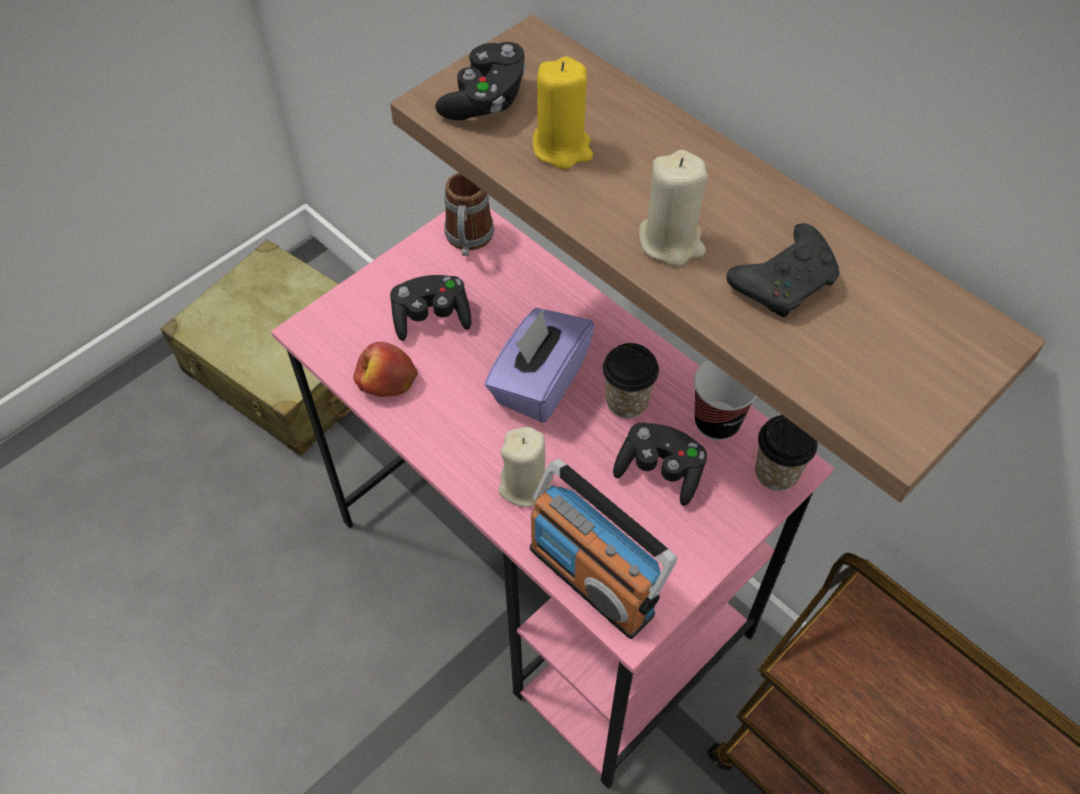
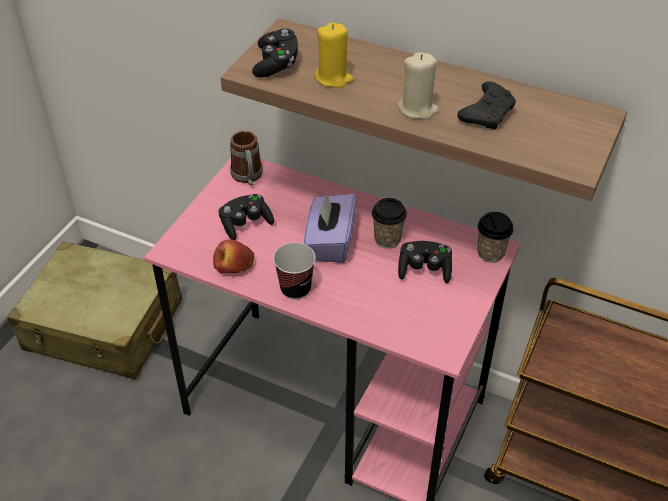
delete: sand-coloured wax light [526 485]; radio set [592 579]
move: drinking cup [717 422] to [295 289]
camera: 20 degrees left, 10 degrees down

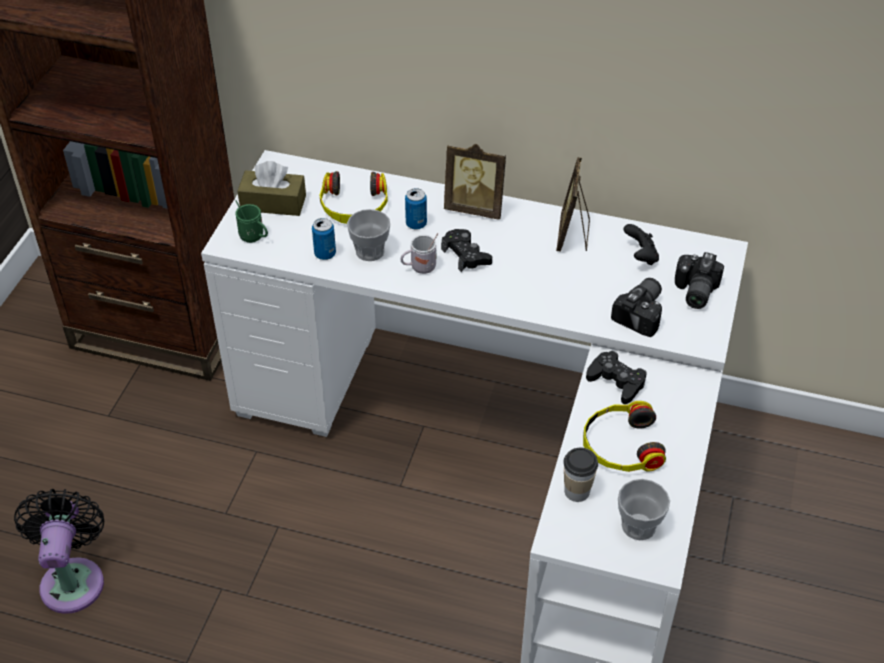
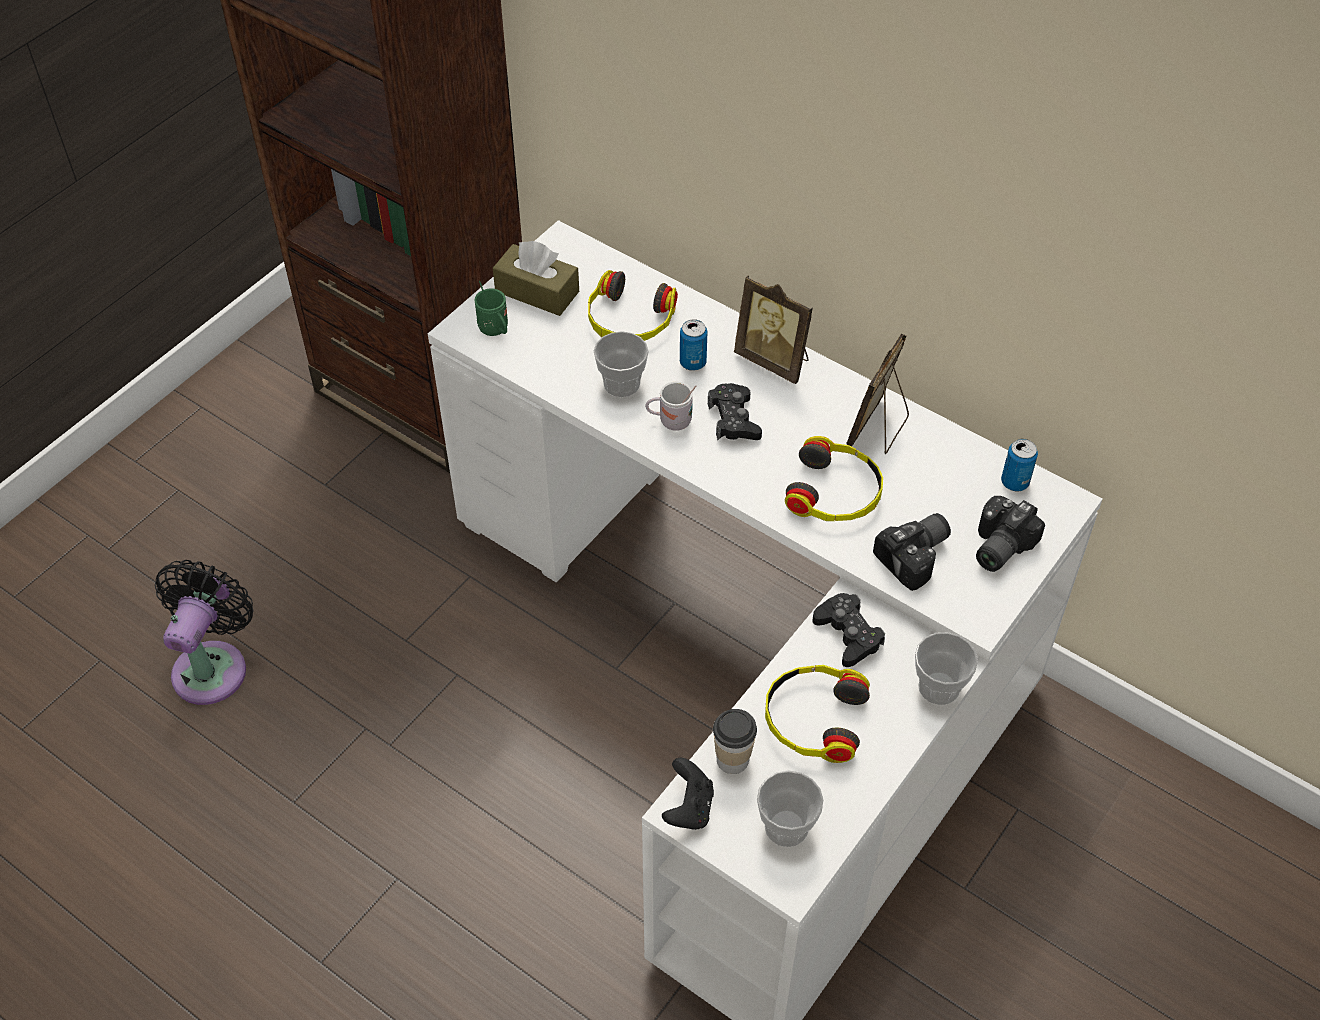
insert: headset [835 492]; drinking cup [939 687]
move: sealed can [325 254] to [1014 482]; black-coloured joypad [640 256] to [689 808]
camera: 20 degrees right, 5 degrees up

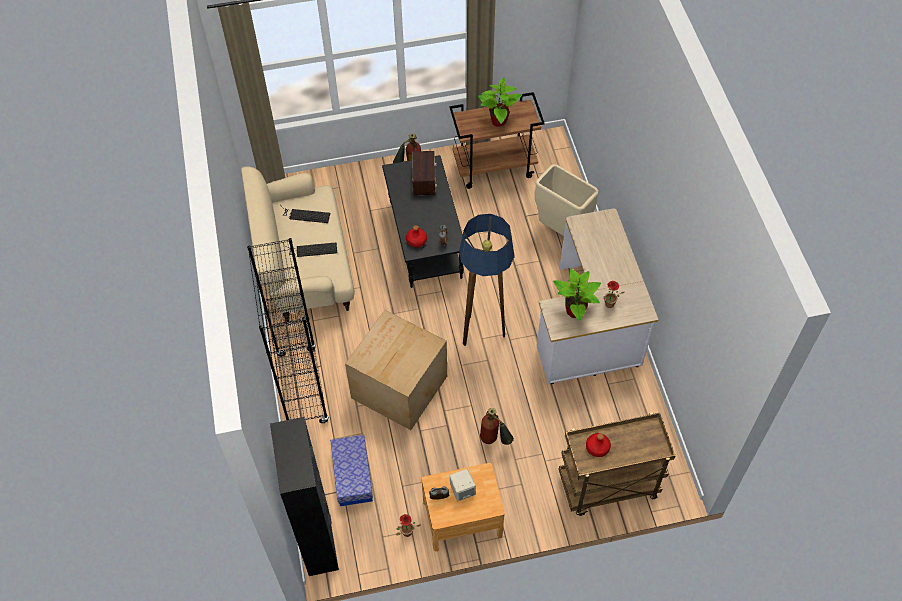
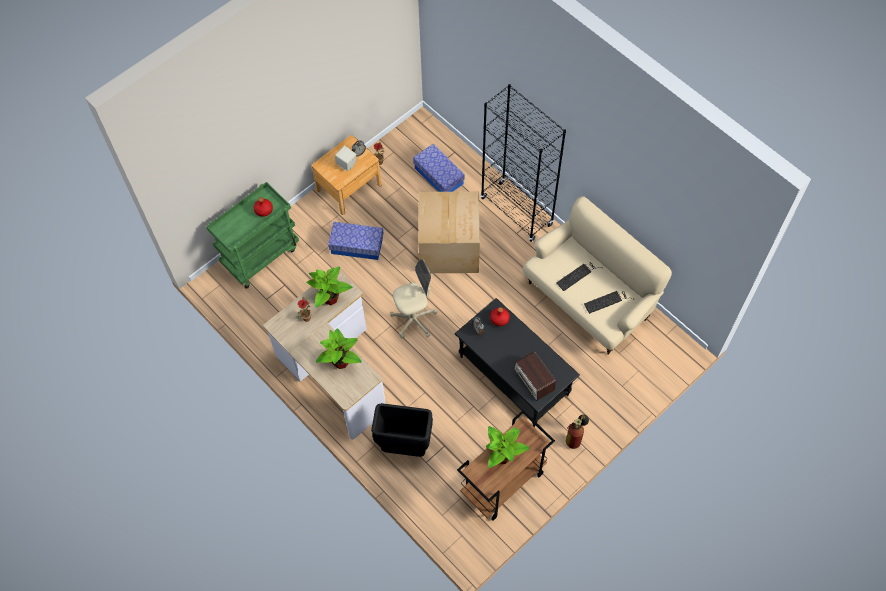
delete: black-coloured cabinet [318 541]
insert: potted plant [341 361]
replace: floor lamp [483 333] to sand-coloured office chair [414 320]; fire extinguisher [494 441] to storage container [357 245]
recolor: sand-coloured trash can [561 230] to black-coloured trash can [404 448]; brown-coloured wheeled cart [607 487] to green wheeled cart [260 255]
camera: 150 degrees right, 5 degrees up

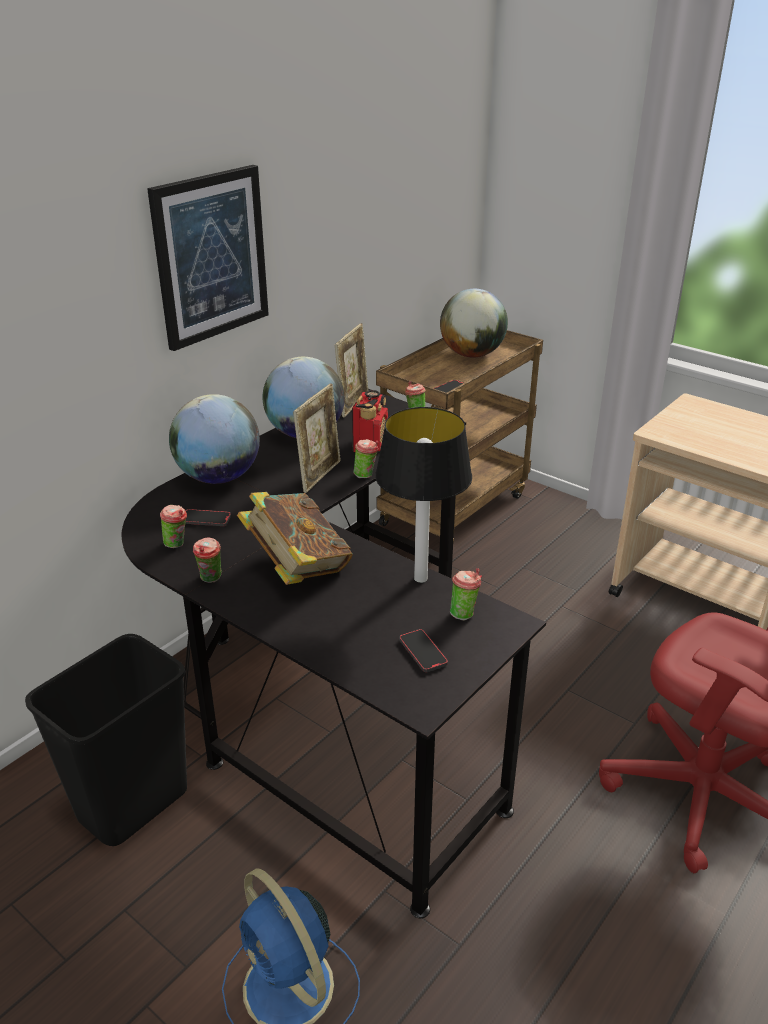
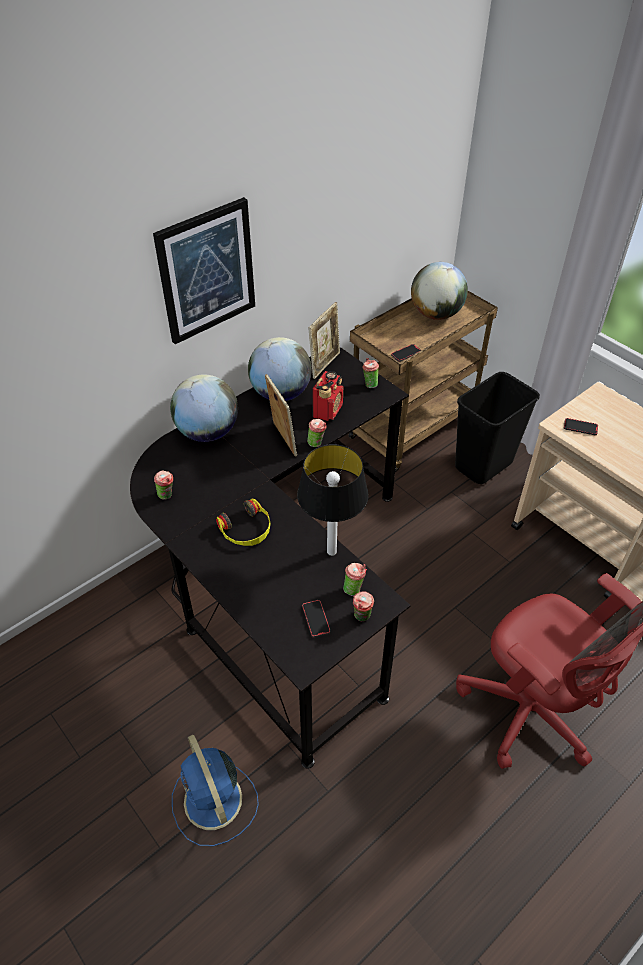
move: black-coloured trash can [133 803] to [483 464]; telephone [206 520] to [580 428]; drinking cup [211 579] to [362 617]
replace: bound book [297 568] to headset [246 530]
rotate: photo frame [320 475] = [282 439] 60 degrees counterclockwise
camera: 10 degrees right, 15 degrees up

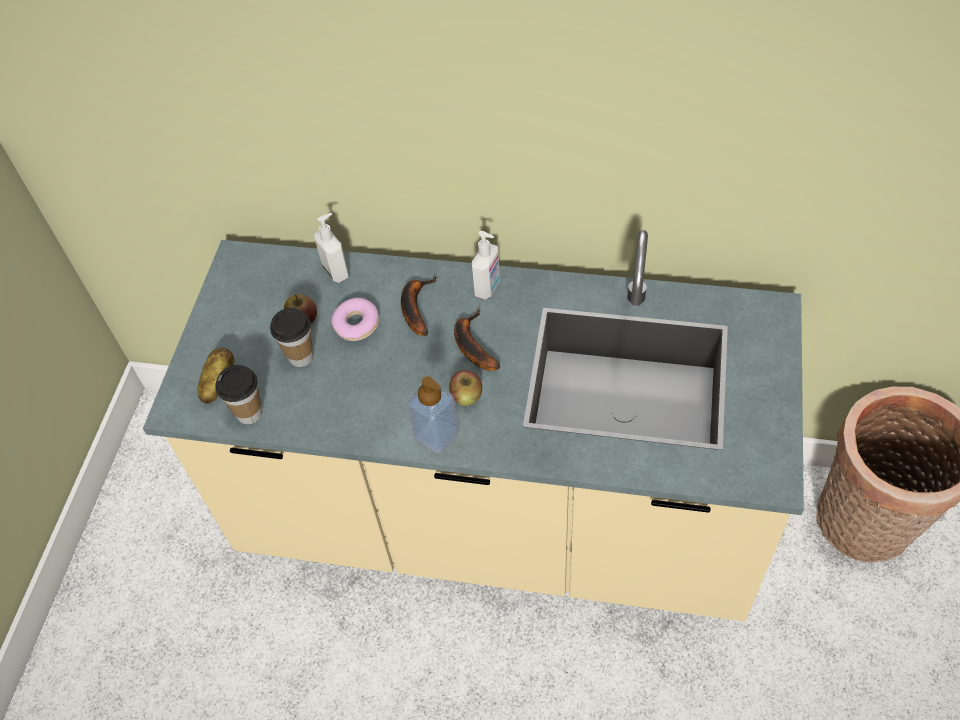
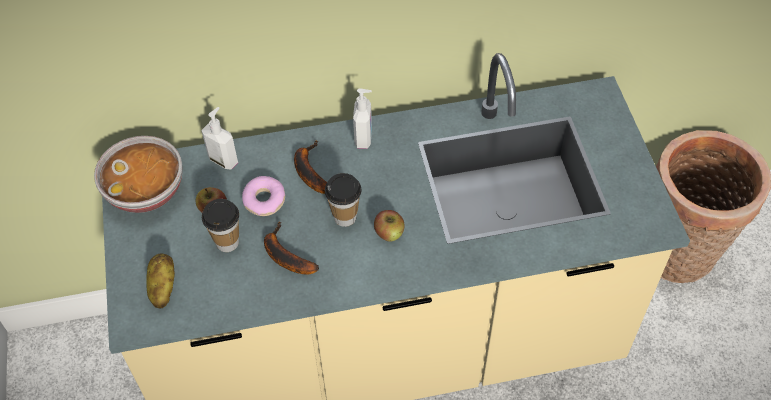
delete: liquid soap bottle [436 435]
insert: bowl [147 191]
move: drinking cup [249 413] to [345 217]; whole banana [472 345] to [284 255]
camera: 25 degrees left, 0 degrees up

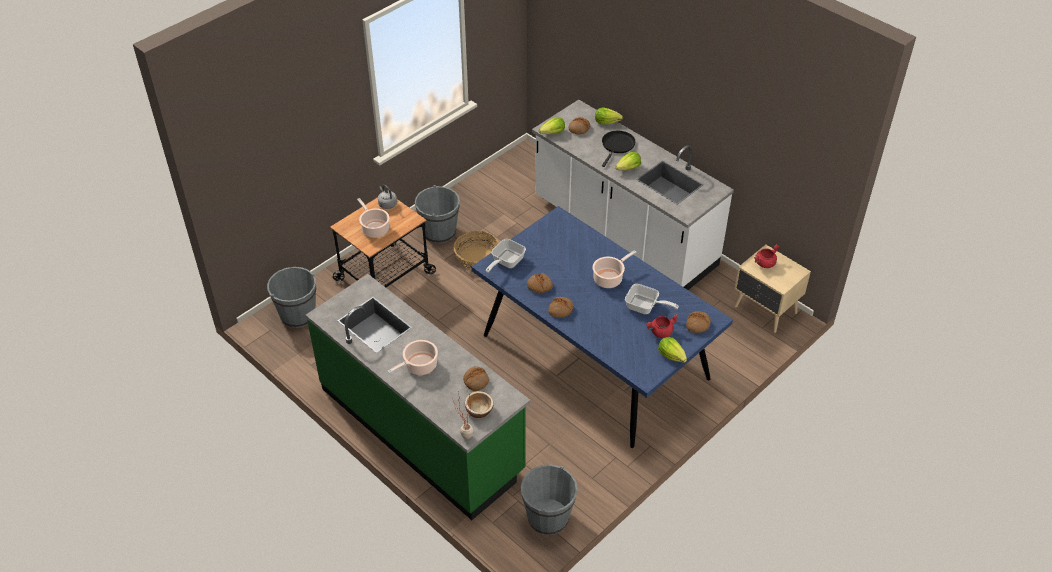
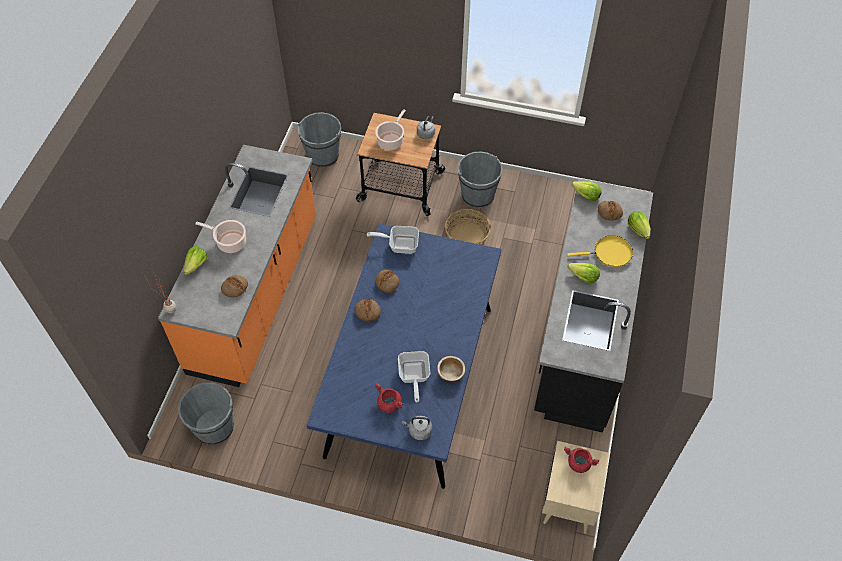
delete: saucepot [609 278]
move: bowl [479 410] to [450 374]; lettuce head [672 355] to [196 265]
replace: baked bread [697 325] to greyish water kettle [419 431]
recolor: green kitchen counter [422 429] to orangey kitchen counter [256 295]; white-coloured kitchen counter [623 233] to black-coloured kitchen counter [582 331]; black-coloured pan [617 146] to yellowish pan [609 253]
camera: 60 degrees right, 10 degrees up

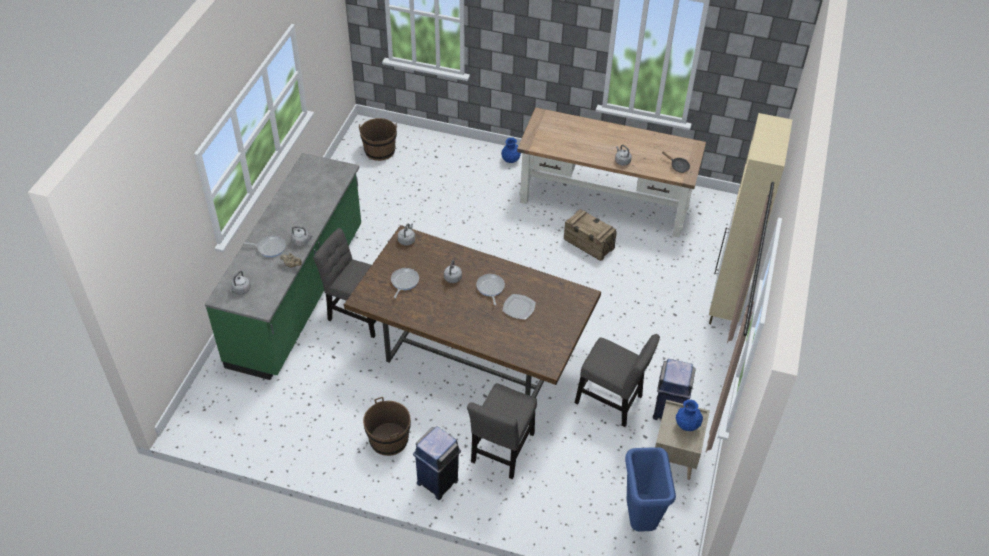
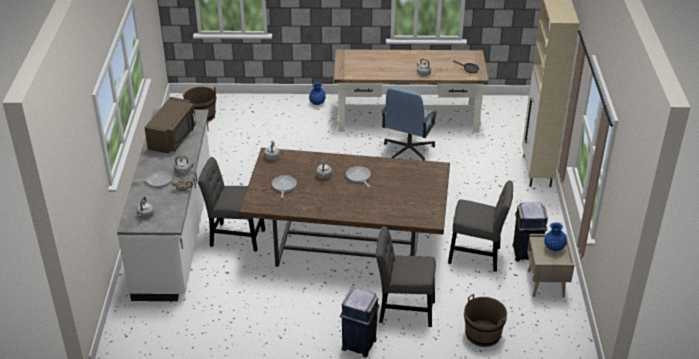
delete: flat dish [519 307]; bluish trash can [639 518]
insert: brown-coloured microwave [173 137]
move: brown-coloured water bucket [388 440] to [483 334]
replace: crate [588 244] to bluish office chair [408 150]
recolor: green kitchen counter [298 295] to white-coloured kitchen counter [175 233]
rotate: greyish upright chair [502 451] = [403 310] 90 degrees clockwise
camera: 15 degrees left, 10 degrees down

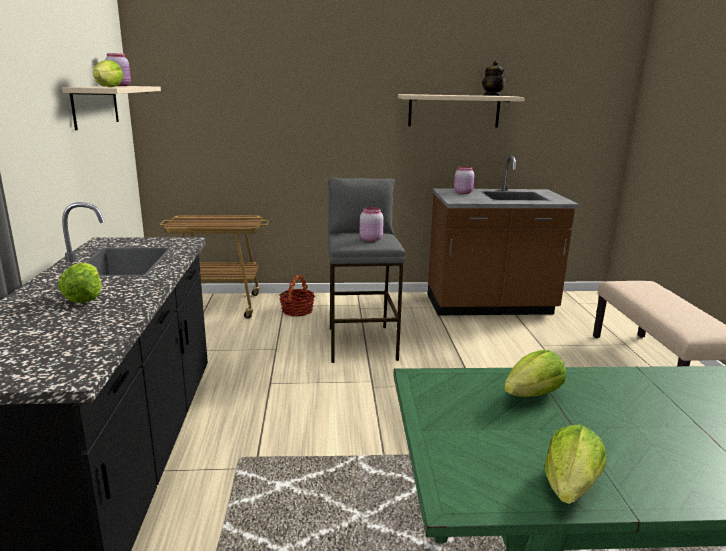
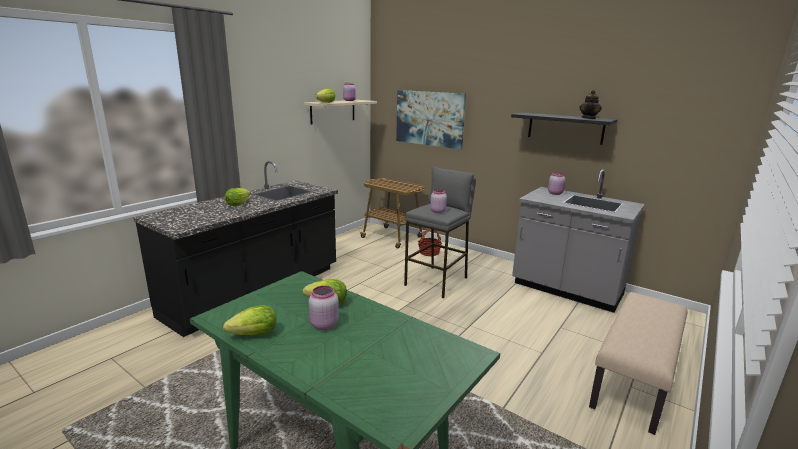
insert: pinkish jar [323 325]; wall art [429 118]
recolor: sand-coloured wall shelf [454 111] to black-coloured wall shelf [565 128]; brown-coloured kitchen counter [490 306] to greyish kitchen counter [566 290]
camera: 40 degrees right, 0 degrees up

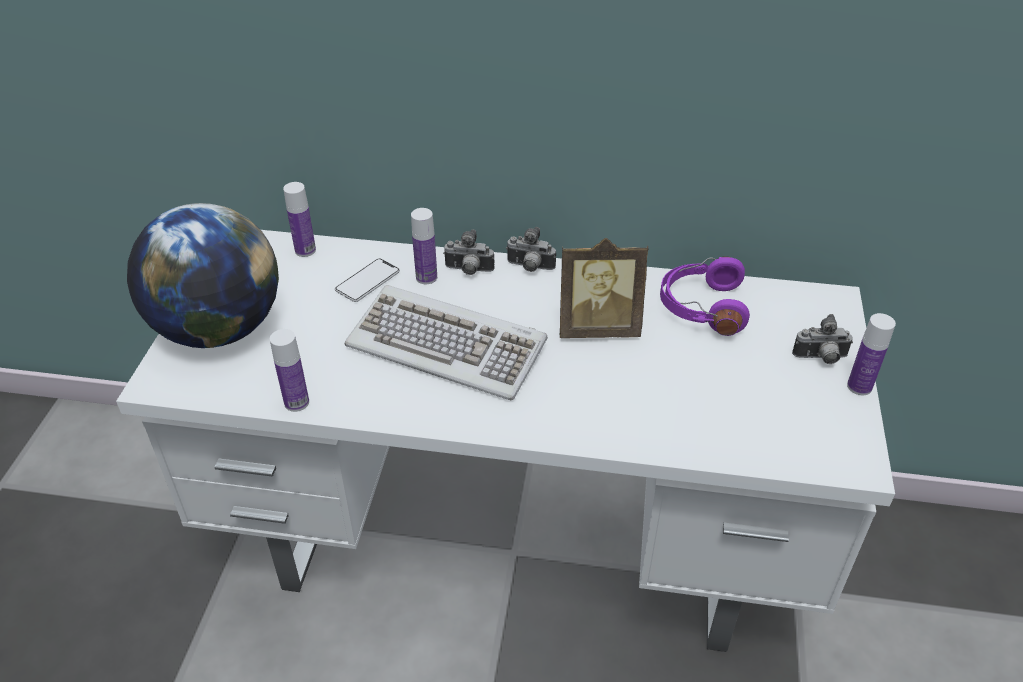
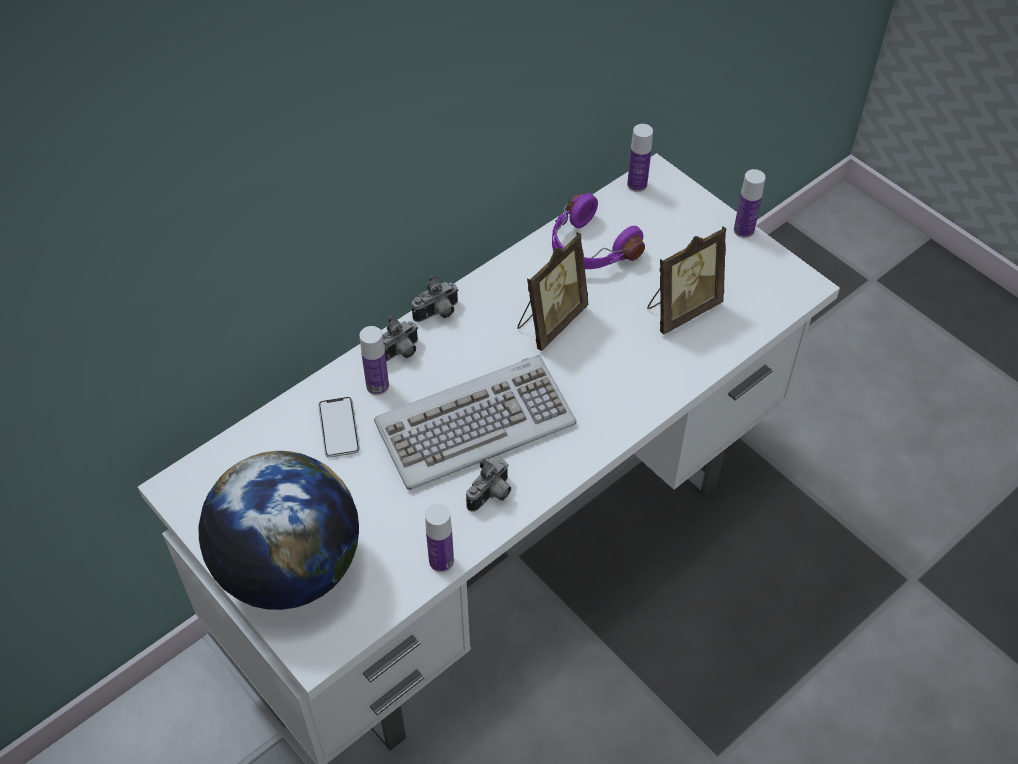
insert: photo frame [681 309]
move: drink bottle [305 250] to [637 185]; photo camera [820 358] to [491 496]
camera: 50 degrees left, 10 degrees up

